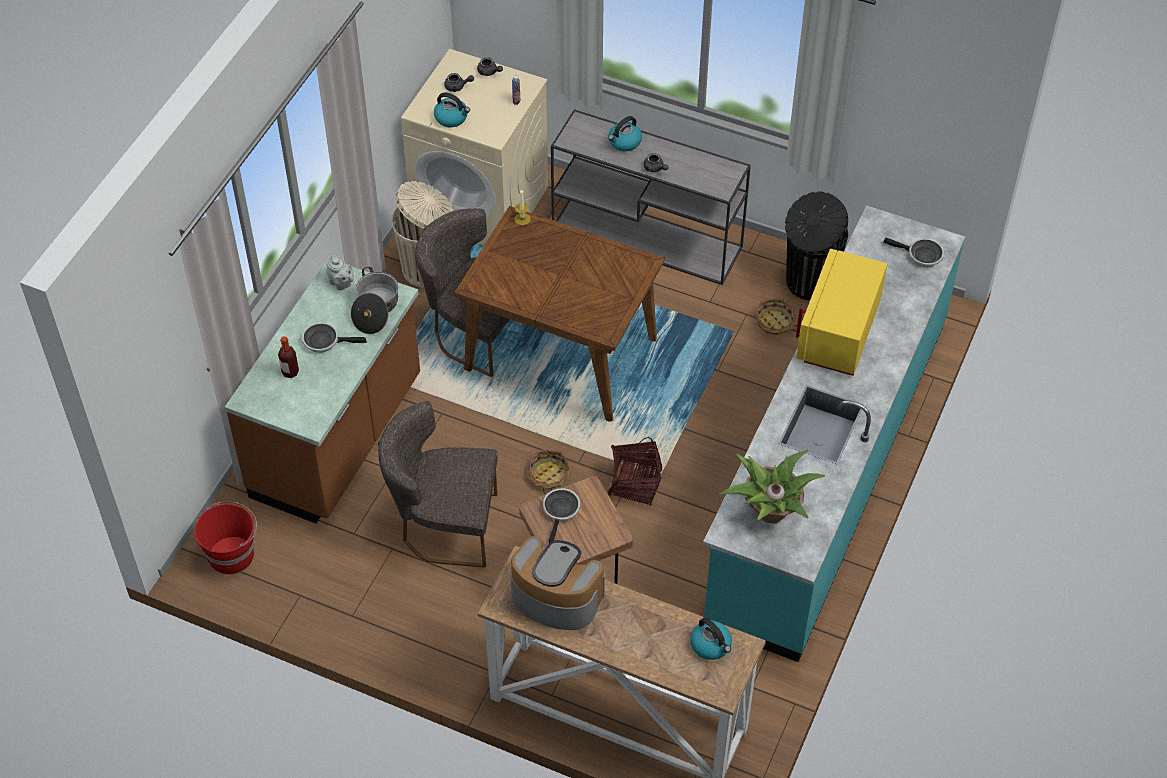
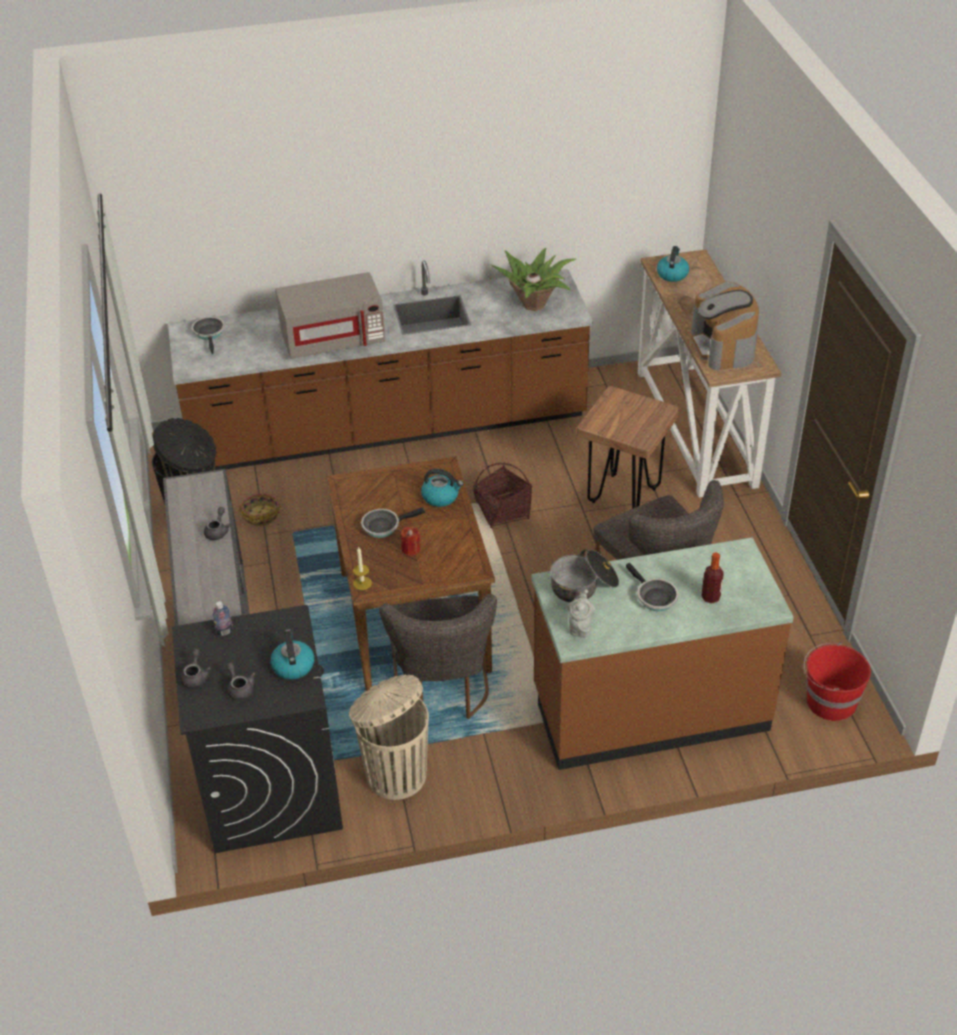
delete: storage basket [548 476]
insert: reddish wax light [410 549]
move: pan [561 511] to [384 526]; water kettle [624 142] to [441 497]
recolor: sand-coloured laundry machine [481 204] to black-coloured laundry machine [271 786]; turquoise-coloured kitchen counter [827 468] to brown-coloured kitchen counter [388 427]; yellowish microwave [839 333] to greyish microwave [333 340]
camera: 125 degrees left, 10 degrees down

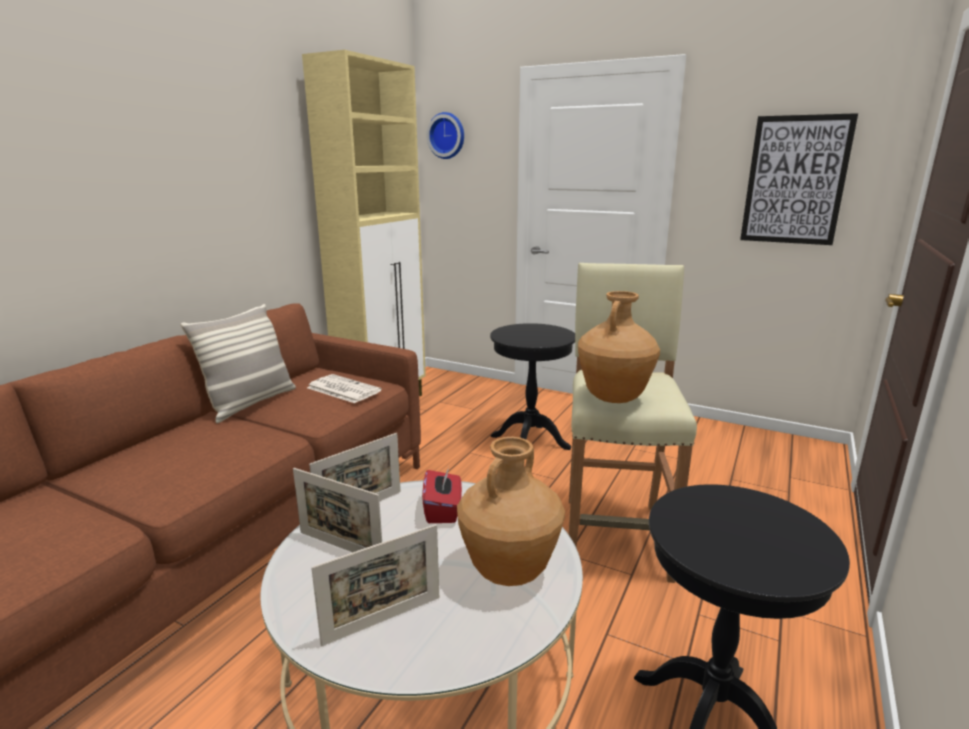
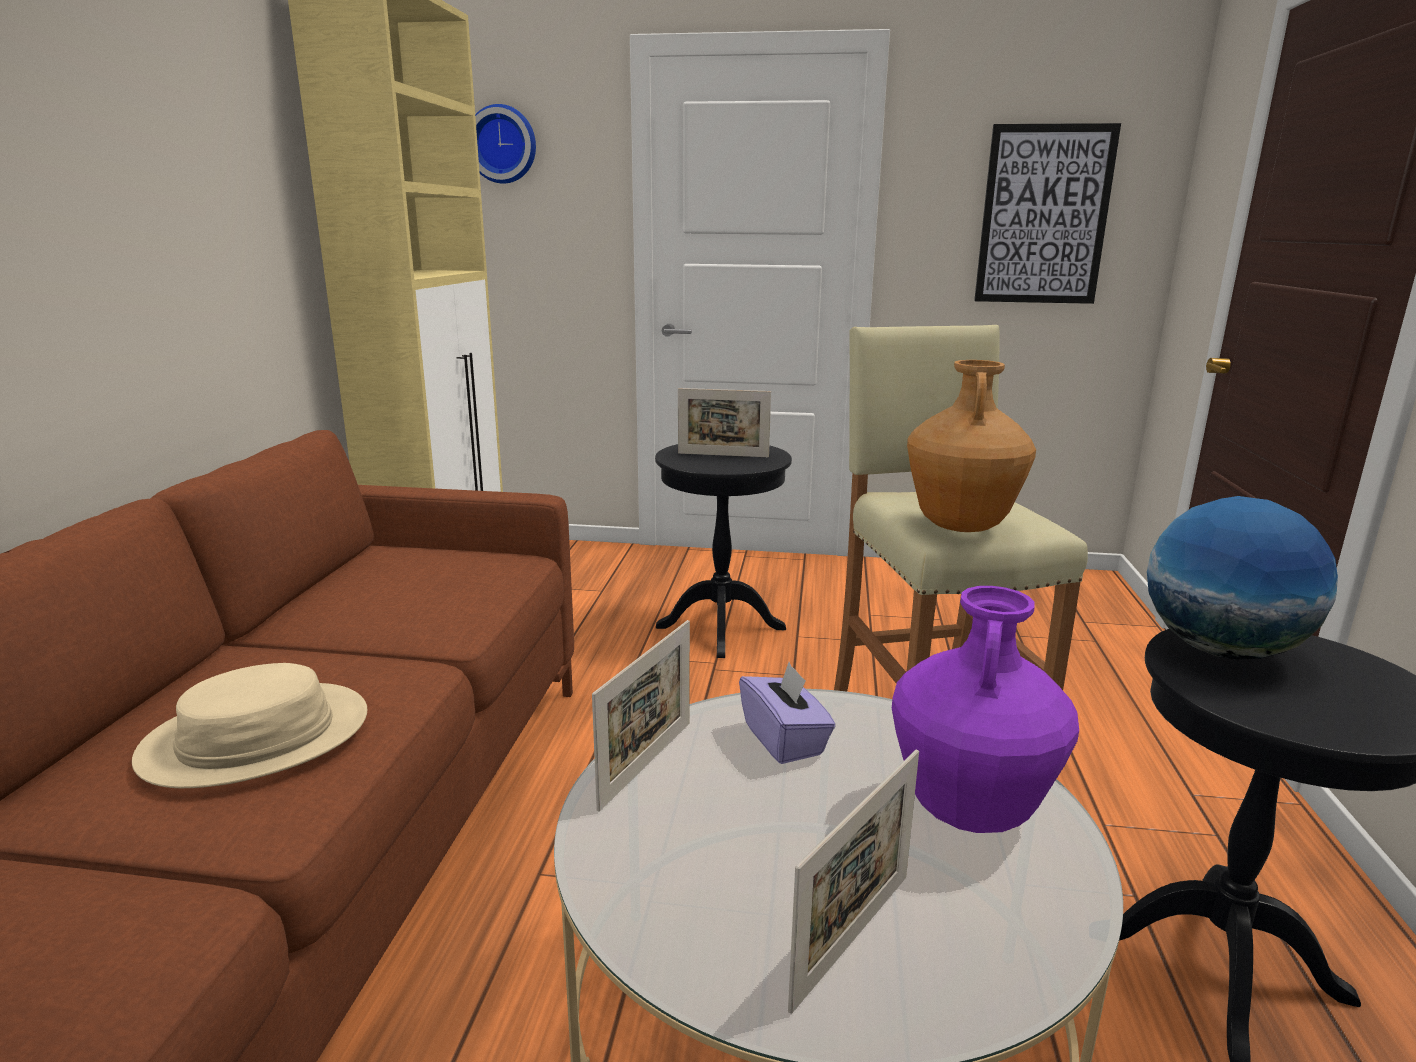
delete: pillow [250 403]; newspaper [342 389]
insert: sand-coloured clothing hat [257 738]; globe [1221 650]
move: photo frame [340 547] to [723 455]
recolor: reddish box of tissues [443 510] to purple box of tissues [784 739]; brown-coloured decorative vase [509 572] to purple decorative vase [969 812]
camera: 20 degrees left, 0 degrees up

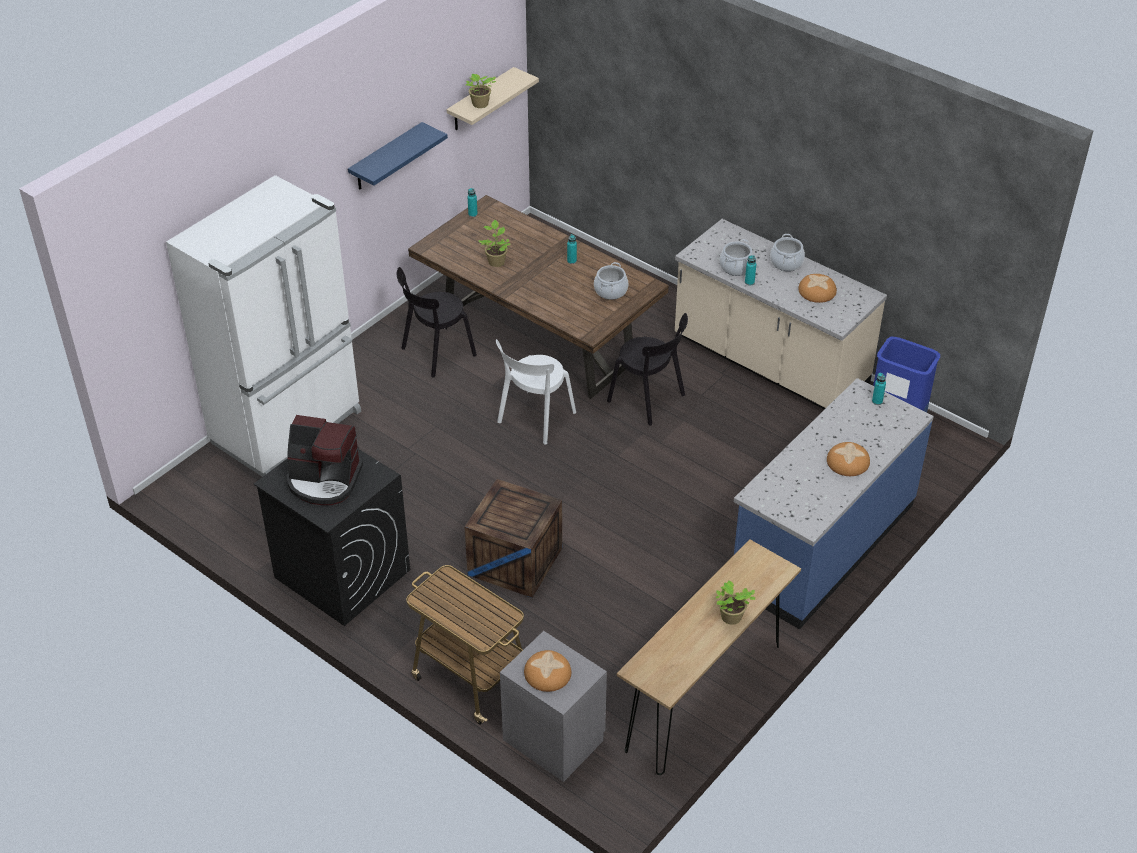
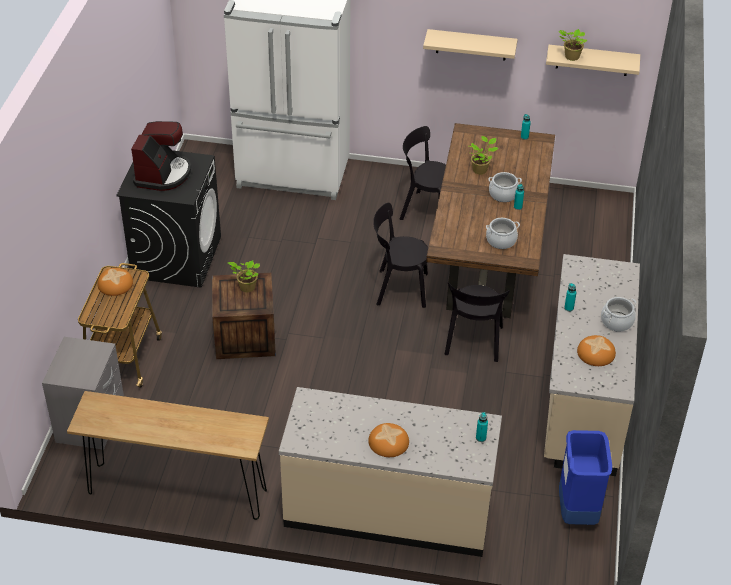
move: baked bread [548 673] to [115 284]; potted plant [731 618] to [246 287]; saucepot [736 267] to [503 194]
recolor: bluish wall shelf [386 157] to sand-coloured wall shelf [471 45]; white-coloured upright chair [534 419] to black-coloured upright chair [398 288]; bluish kitchen counter [822 544] to sand-coloured kitchen counter [388 509]
rotate: coffee maker [324 480] = [163 174] 150 degrees counterclockwise
camera: 60 degrees right, 0 degrees up

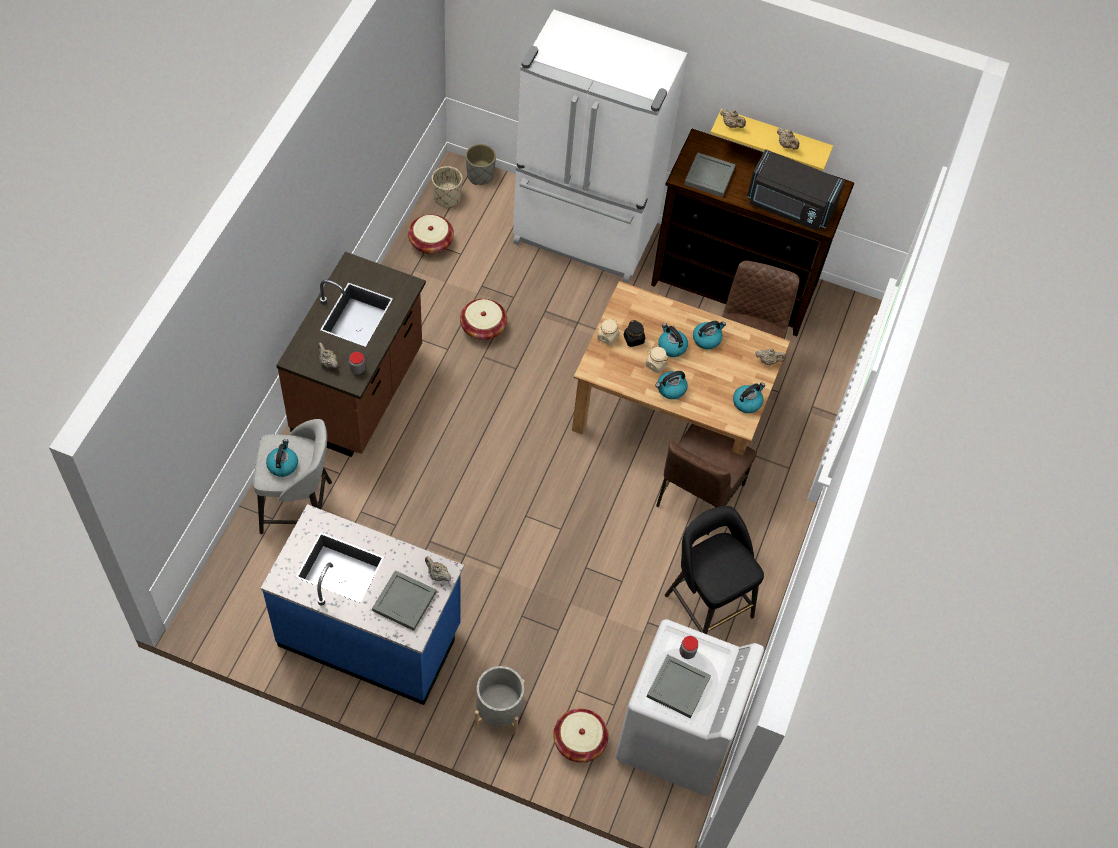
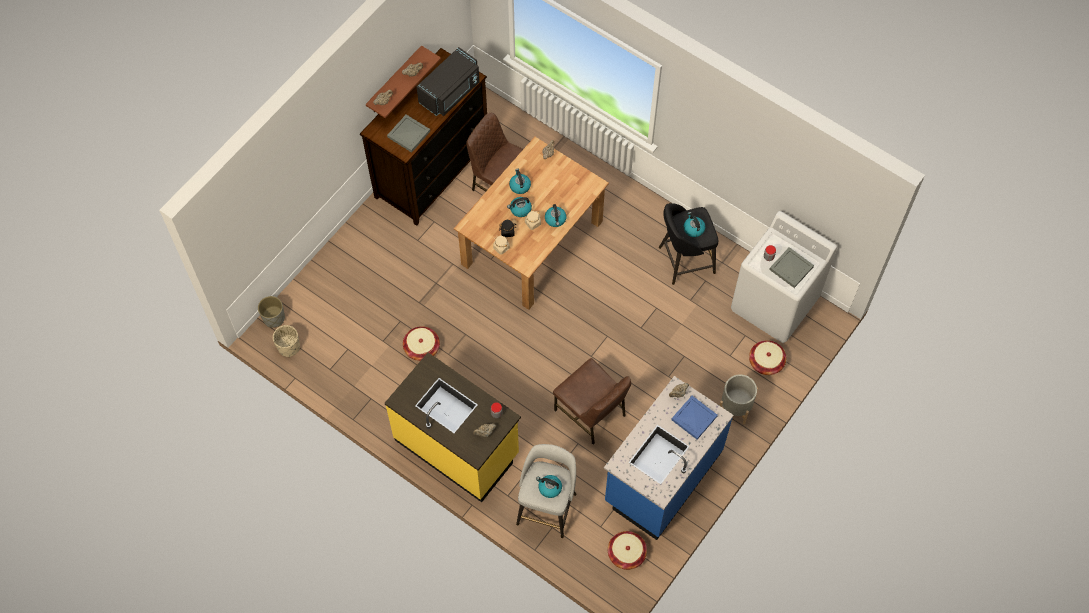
delete: white-coloured kitchen fridge [584 236]
move: storage basket [431 242] to [626 553]; brown-coloured upright chair [698 495] to [591 413]; water kettle [747 402] to [693 229]
recolor: brown-coloured kitchen counter [359 393] to yellowish kitchen counter [457 446]; greyish serving tray [405 601] to bluish serving tray [694 417]; yellowish wall shelf [774 138] to brown-coloured wall shelf [394 81]
camera: 70 degrees left, 5 degrees up

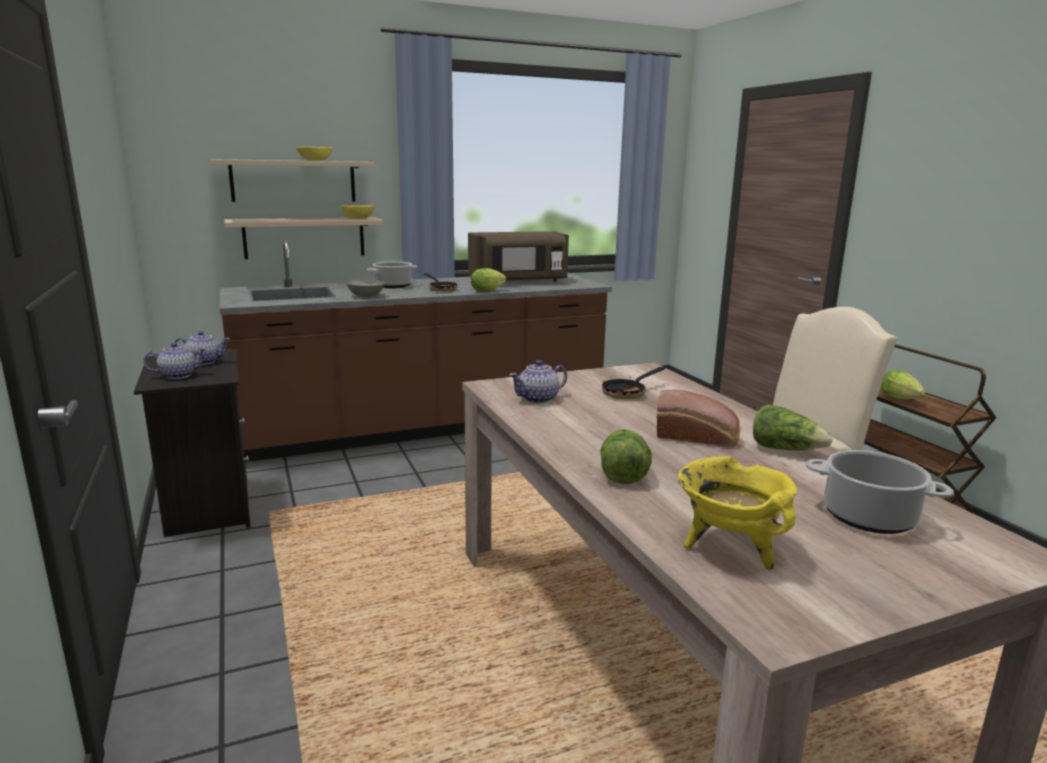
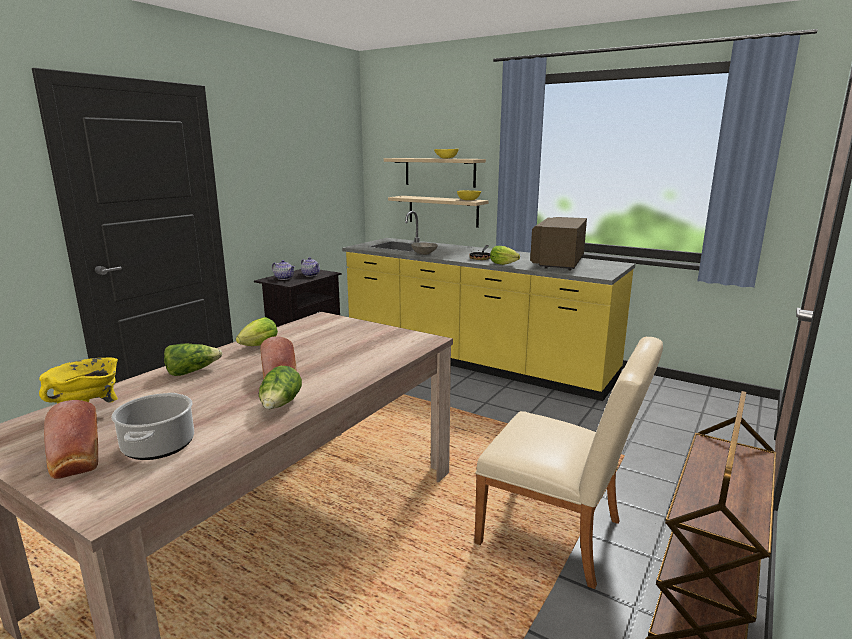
delete: saucepot [393 286]; teapot [539 399]; pan [628 393]
insert: baked bread [76 457]
move: lettuce head [901 399] to [257 347]
recolor: brown-coloured kitchen counter [425 426] to yellowish kitchen counter [475 361]
rotate: brown-coloured microwave [518 281] = [558 262] 75 degrees clockwise
camera: 55 degrees right, 0 degrees up

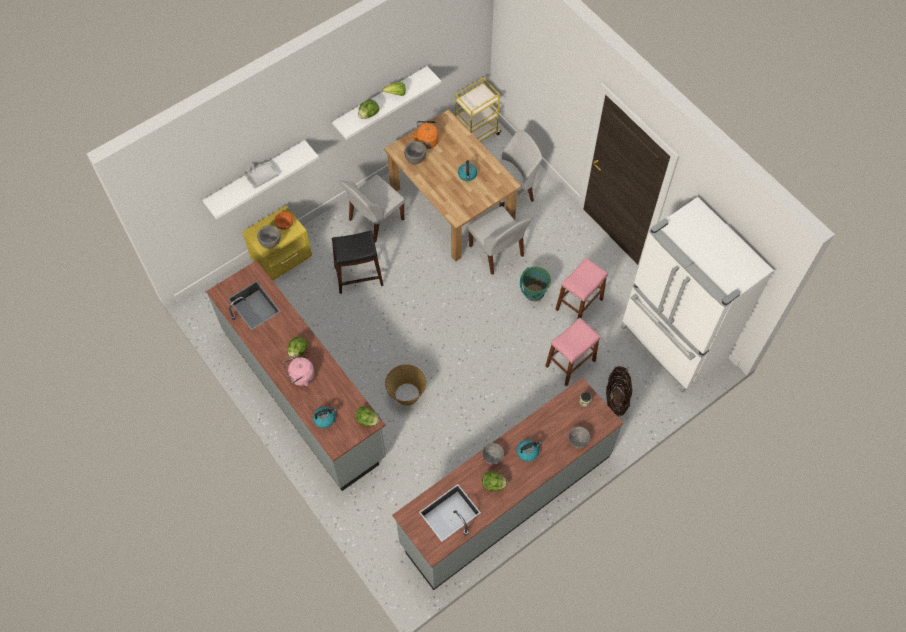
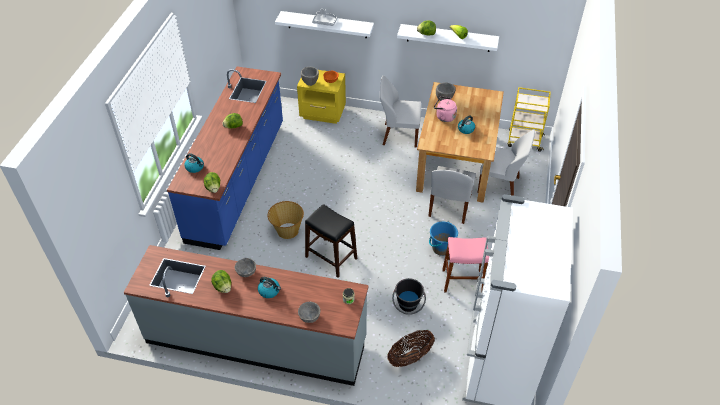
delete: orangey water kettle [427 140]
move: pinkish water kettle [301 377] to [444 117]; black-coloured sitting stool [358 276] to [331 257]
replace: pinkish sitting stool [570 363] to black-coloured water bucket [408 307]
recolor: greyish kitchen counter [304 393] to bluish kitchen counter [238 181]; green water bucket [533 292] to bluish water bucket [441 248]
camera: 50 degrees right, 15 degrees down

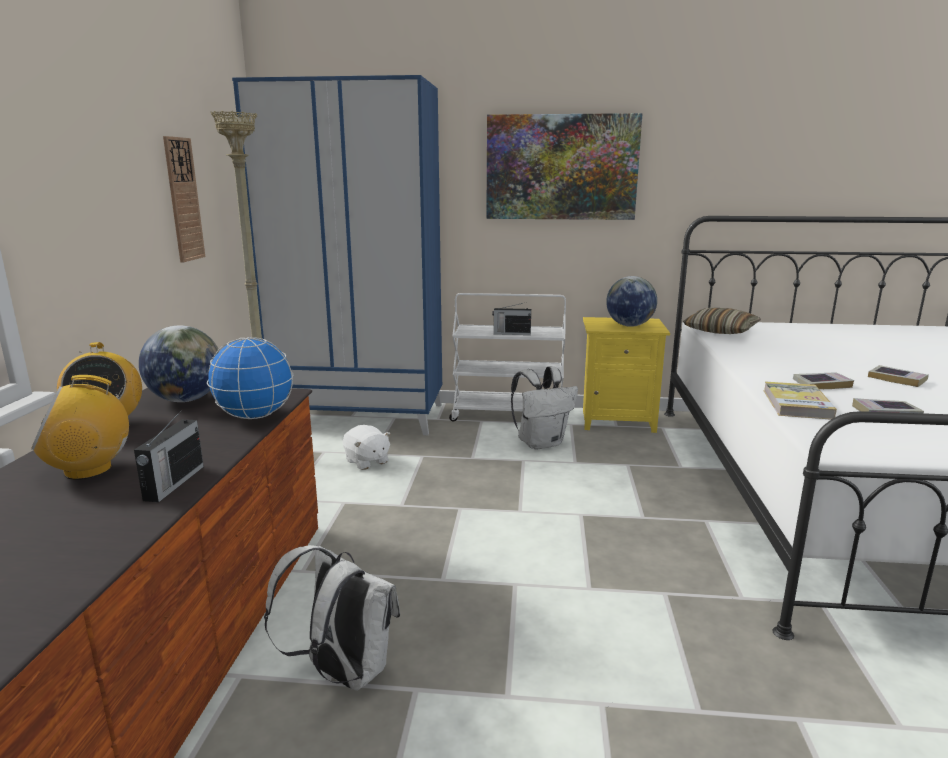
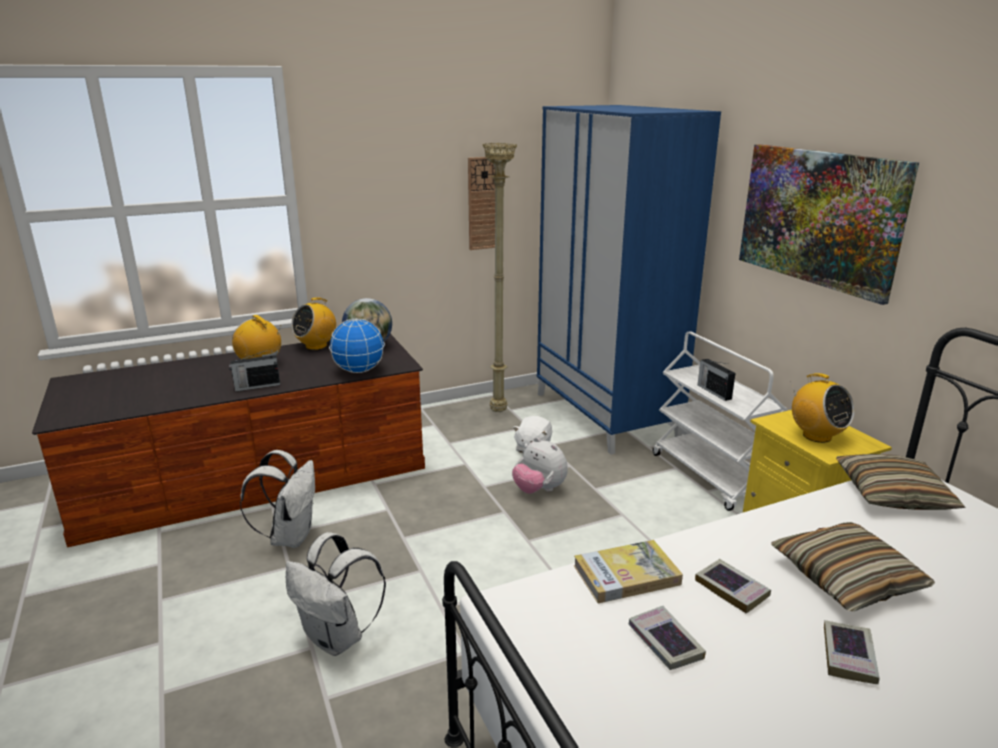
insert: soft toy [539 490]; pillow [846 578]
move: white-coloured knapsack [541 443] to [337 638]
replace: globe [629 325] to radio set [816 436]
camera: 60 degrees right, 5 degrees up

